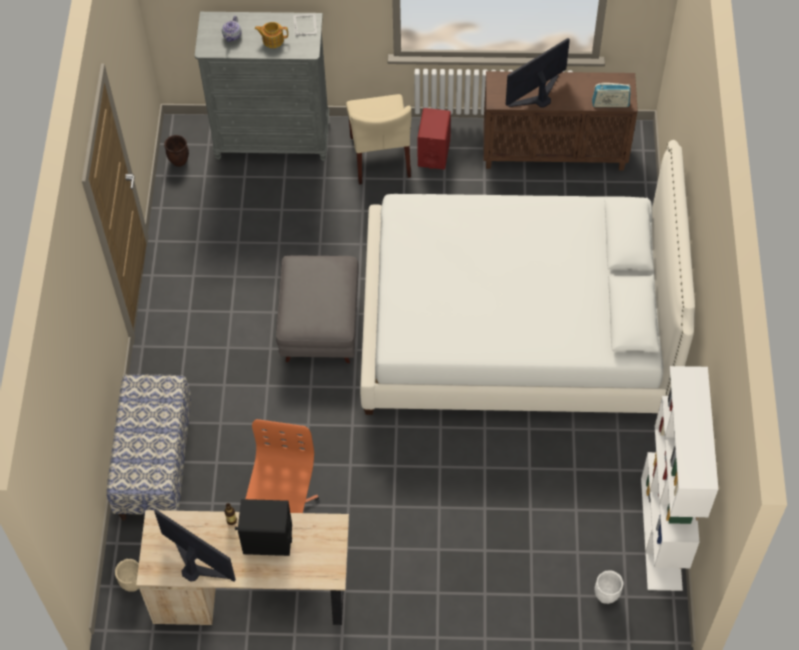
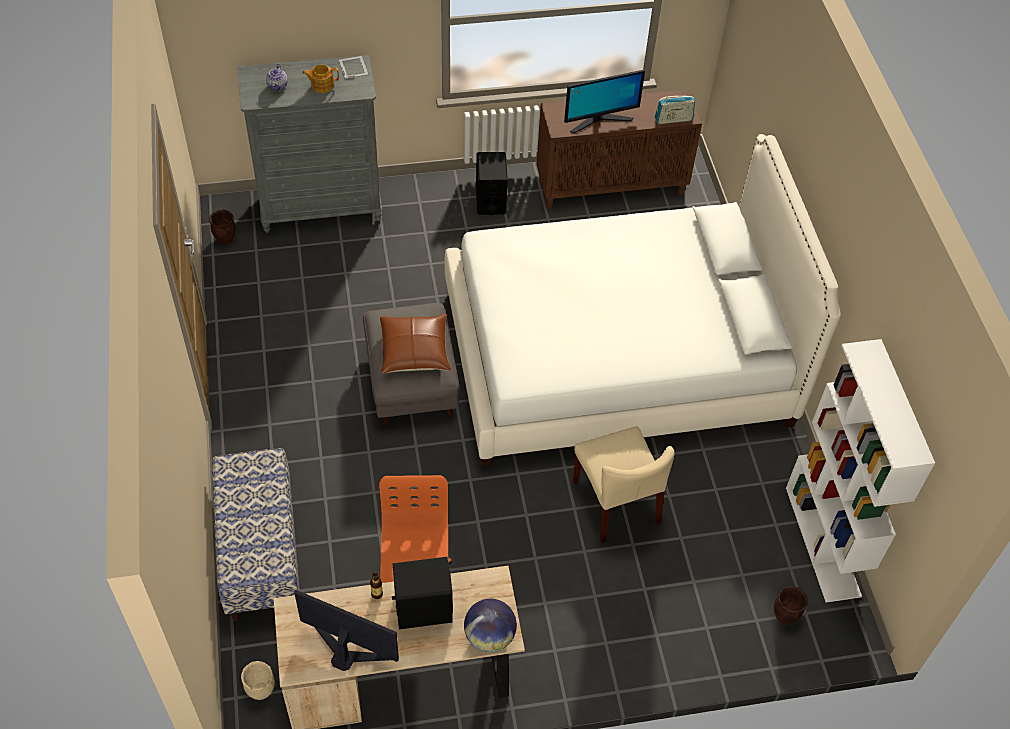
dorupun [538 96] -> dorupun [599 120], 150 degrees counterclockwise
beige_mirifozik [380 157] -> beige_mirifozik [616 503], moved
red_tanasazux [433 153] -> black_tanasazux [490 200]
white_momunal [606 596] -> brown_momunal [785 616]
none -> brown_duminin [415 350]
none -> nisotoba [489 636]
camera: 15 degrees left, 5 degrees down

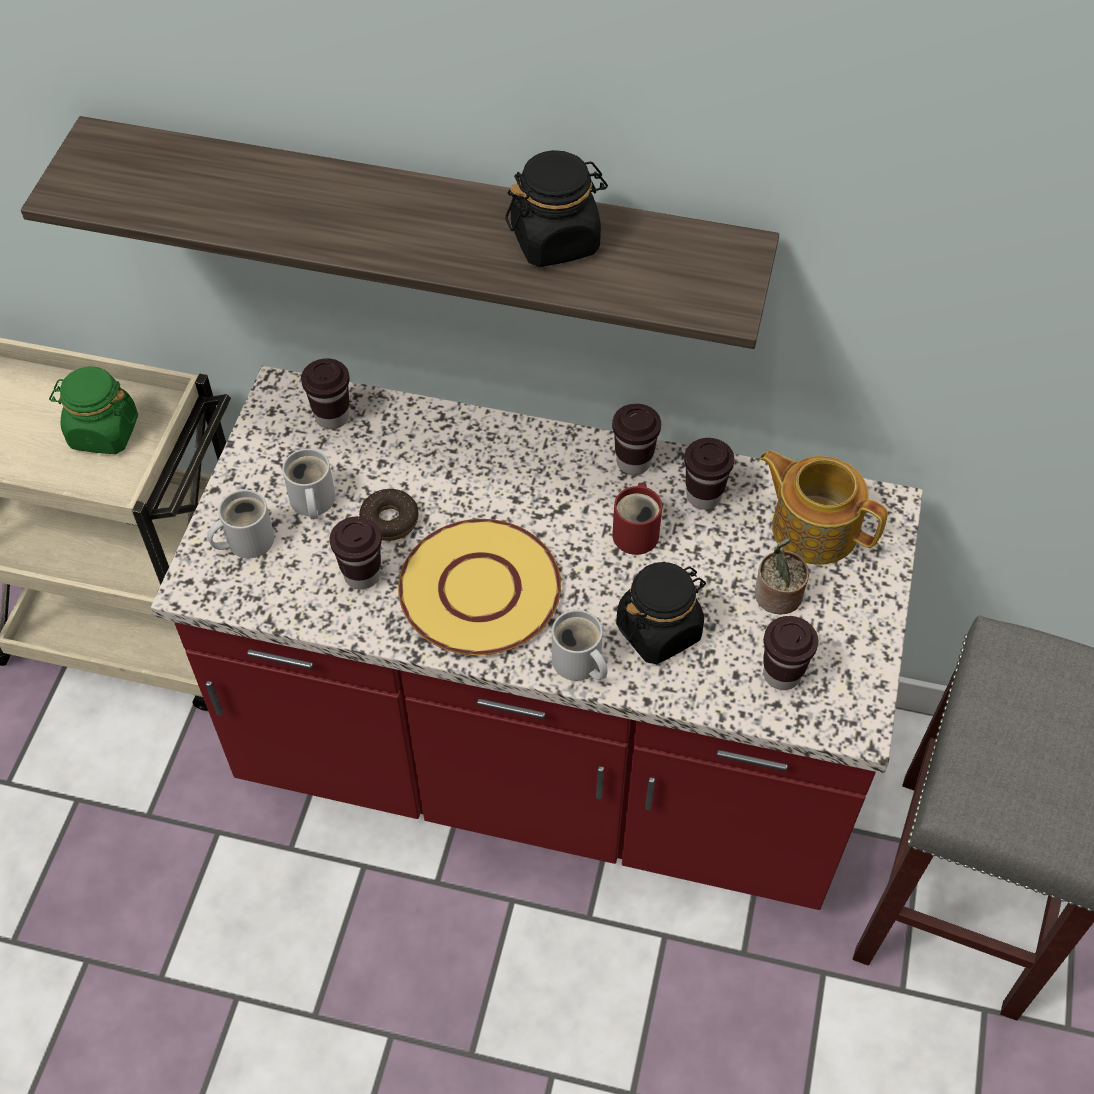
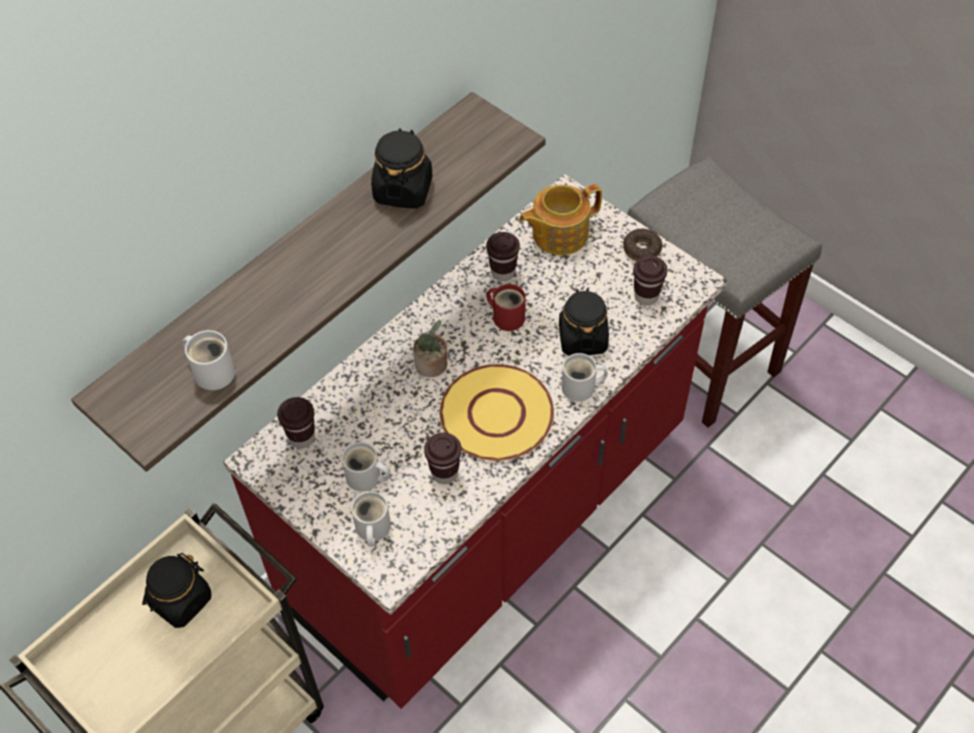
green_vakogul [103 432] -> black_vakogul [180 601]
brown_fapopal [633 462] -> none
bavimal [389 520] -> bavimal [642 249], moved
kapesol [777 597] -> kapesol [432 365], moved
none -> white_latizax [212 370]
camera: 60 degrees left, 0 degrees up

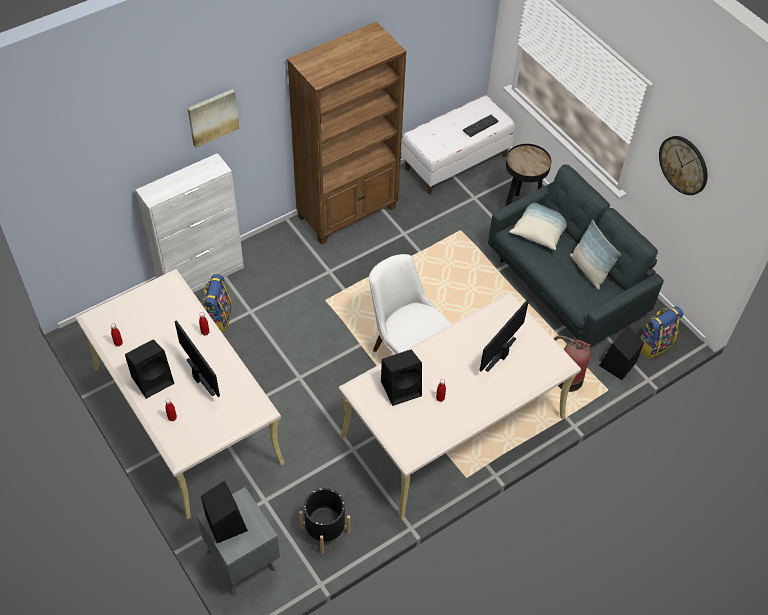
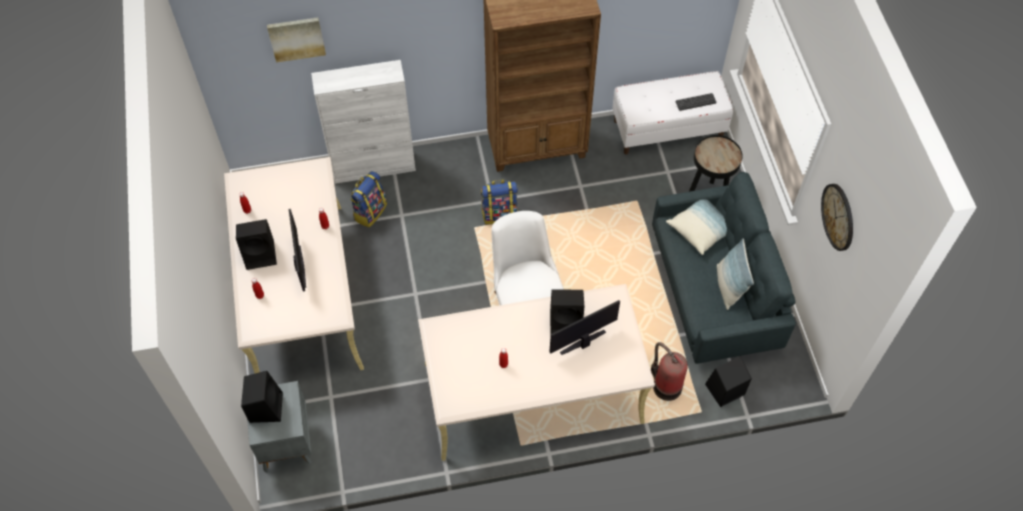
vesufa [212 117] -> vesufa [296 38], moved
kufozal [654 344] -> kufozal [499 214], moved
black_tanasazux [402 388] -> black_tanasazux [567 322], moved
black_momunal [325 530] -> none
camera: 25 degrees right, 5 degrees up

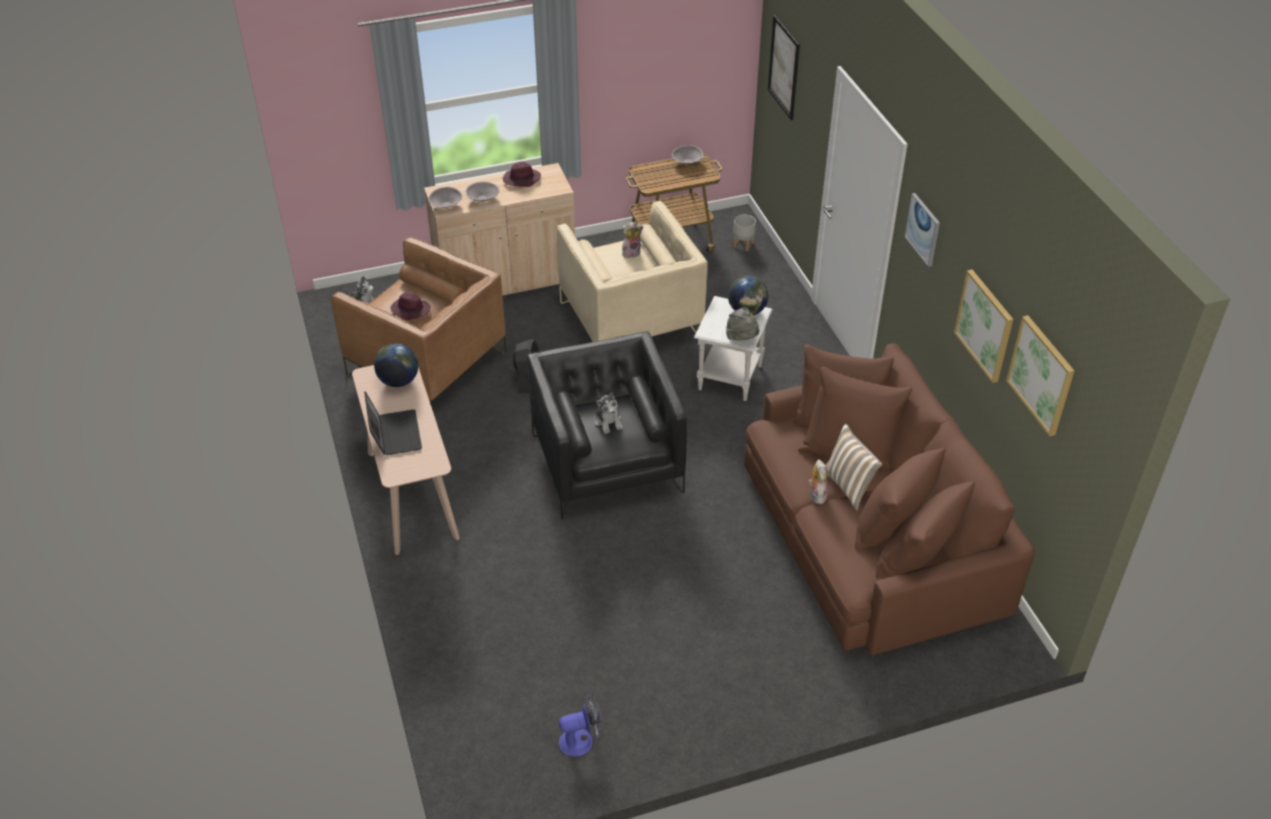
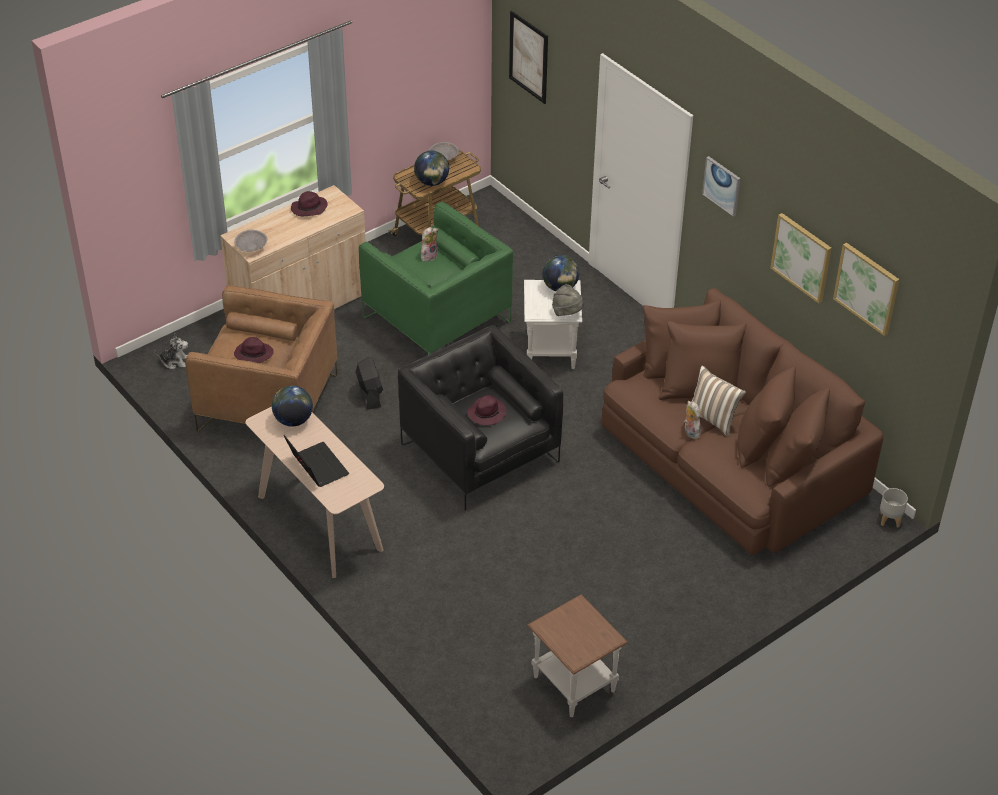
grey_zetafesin [483 198] -> none
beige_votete [631 321] -> green_votete [437 320]
grey_momunal [743 244] -> grey_momunal [890 519], moved
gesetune [608 421] -> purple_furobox [487 413]
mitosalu [582 740] -> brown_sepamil [573 683]
none -> nisotoba [432 182]
camera: 20 degrees left, 0 degrees up

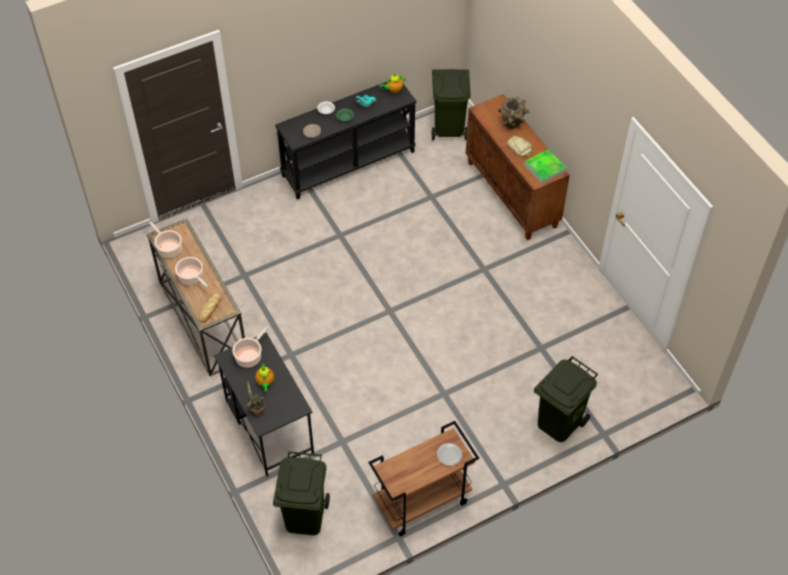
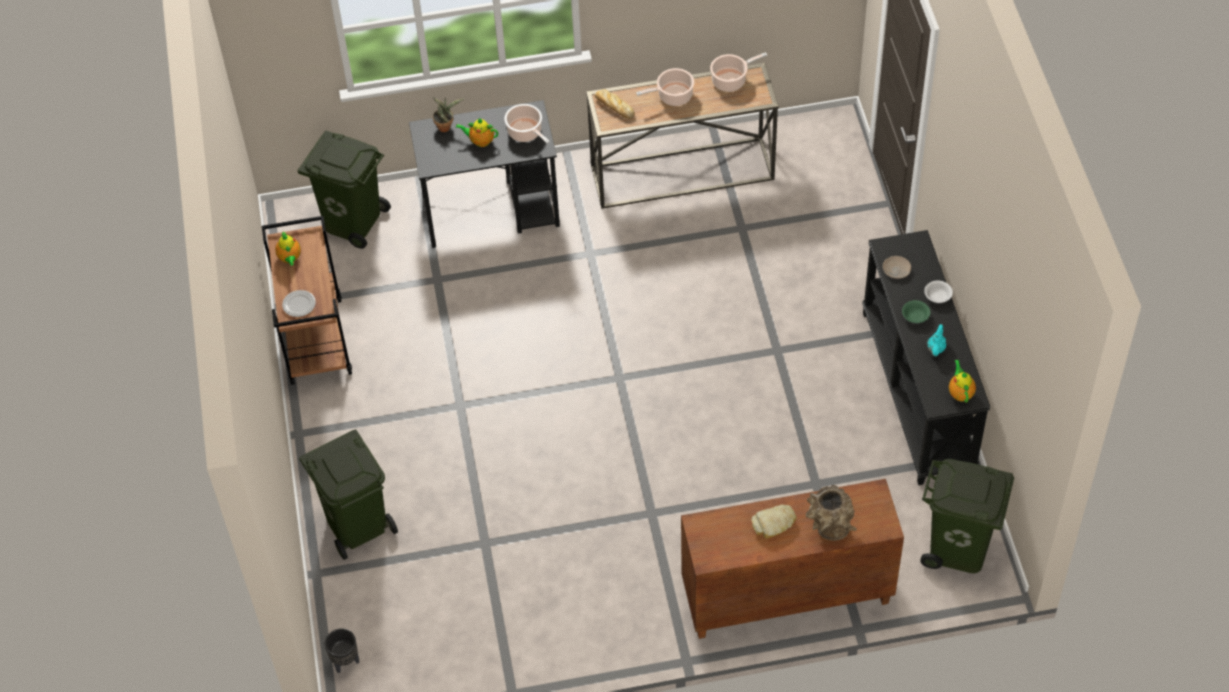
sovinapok [544 168] -> none
none -> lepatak [290 258]
none -> black_momunal [346 662]
camera: 110 degrees right, 0 degrees up

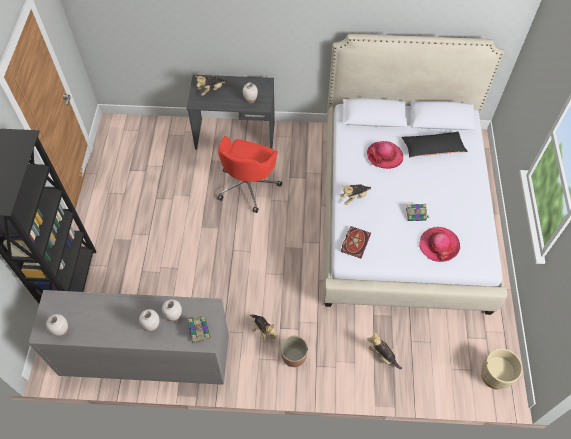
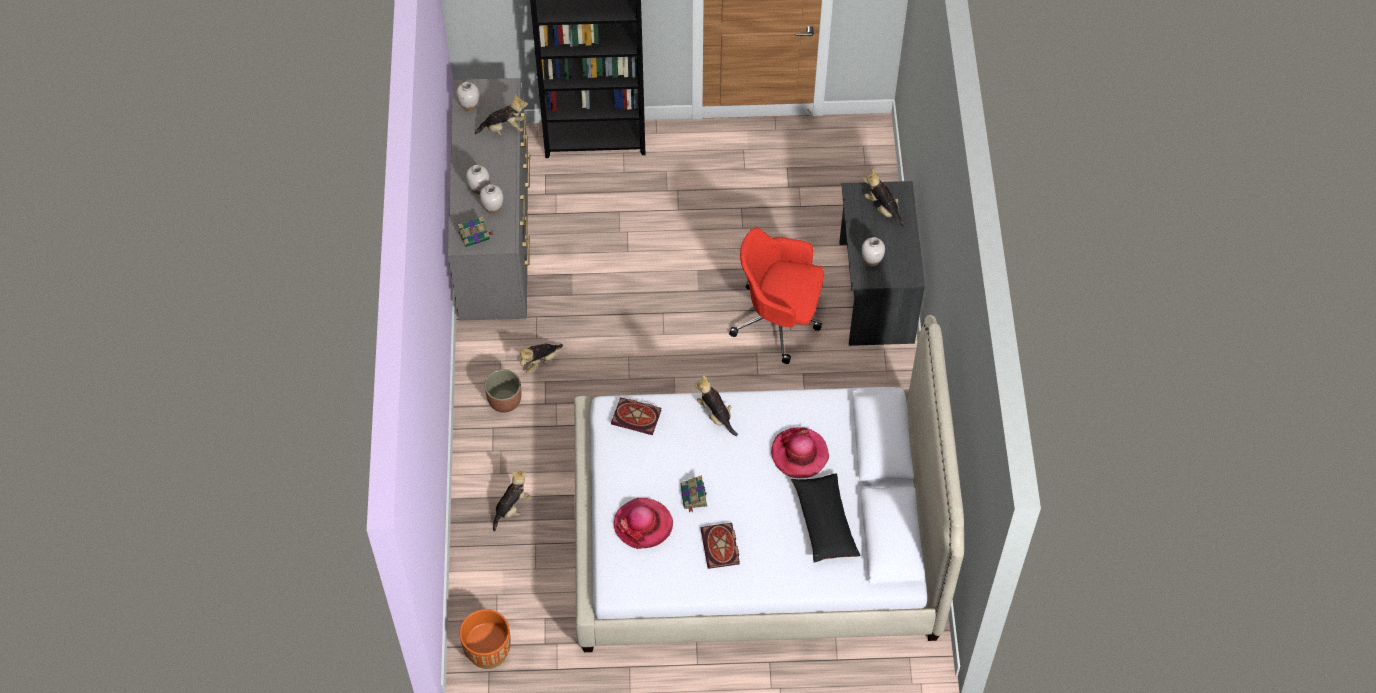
beige_momunal [495 376] -> orange_momunal [488 651]
none -> gesetune [504 129]
none -> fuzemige [721 547]
camera: 85 degrees right, 0 degrees up

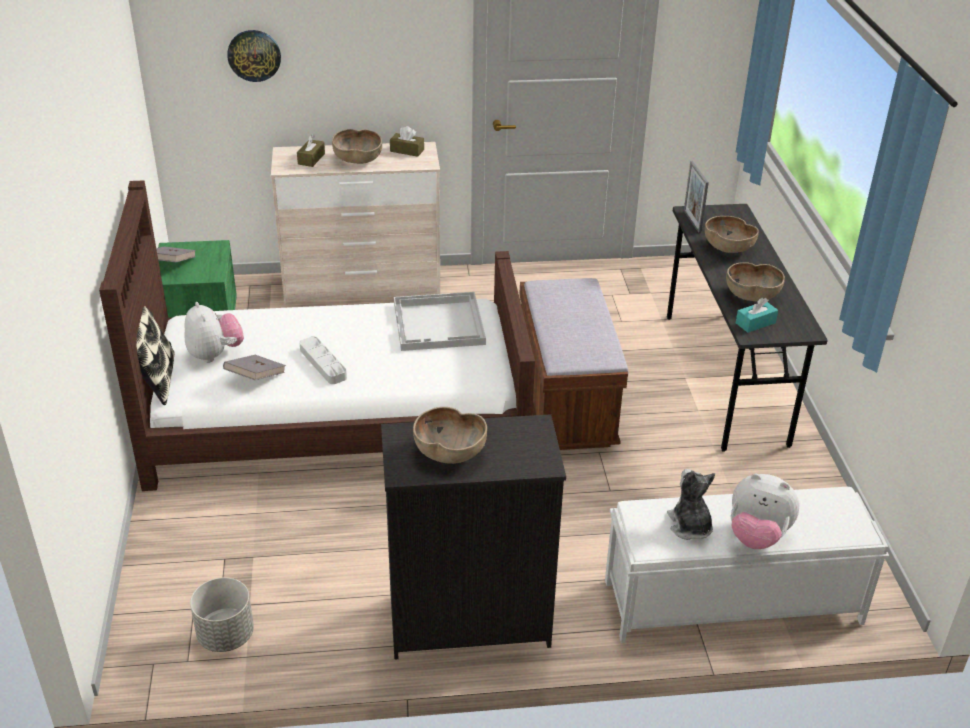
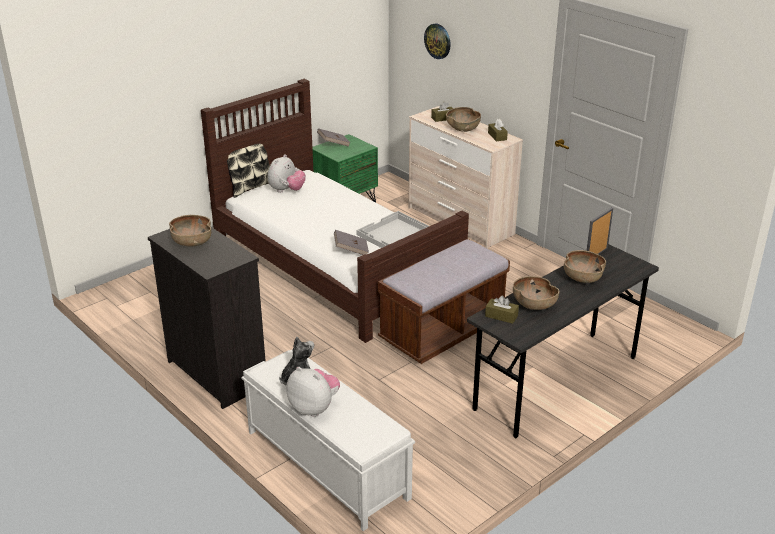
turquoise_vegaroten [755 323] -> brown_vegaroten [501 316]
grey_sovinapok [323 363] -> none
grey_fuzemige [255 378] -> grey_fuzemige [351 250], moved
gesetune [757 536] -> gesetune [314 408], 135 degrees clockwise
grey_momunal [226 636] -> none
camera: 55 degrees right, 5 degrees down

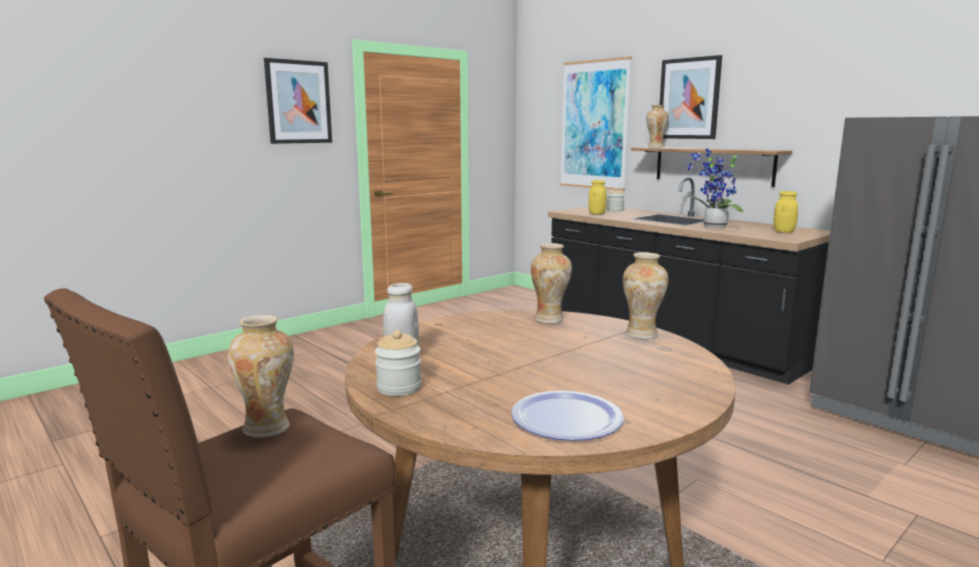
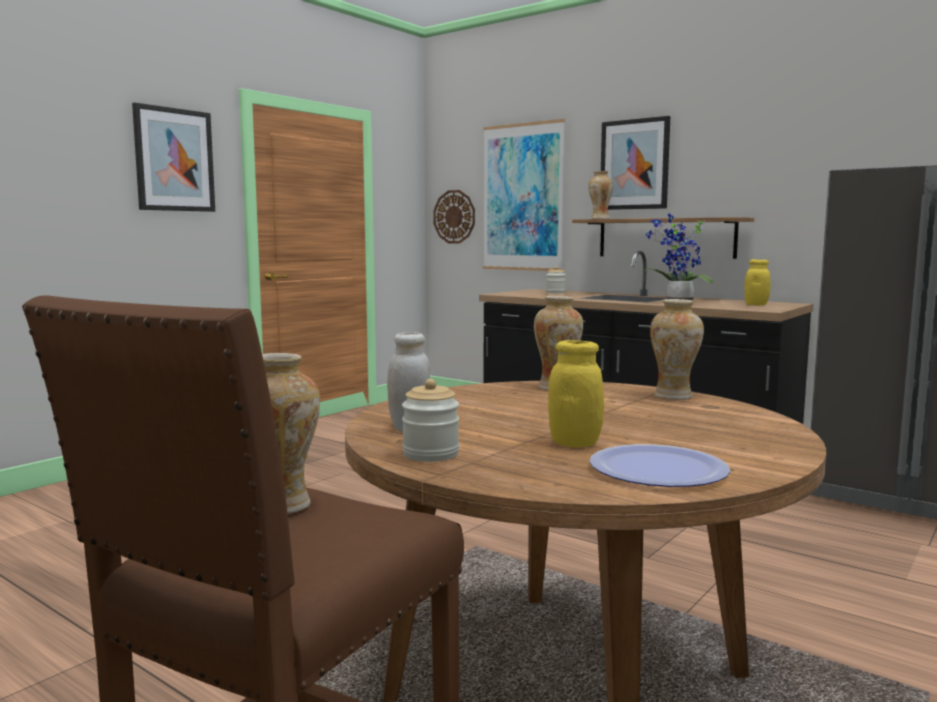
yellow_vakogul [596 214] -> yellow_vakogul [574 443], moved
none -> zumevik [454 217]
camera: 10 degrees left, 5 degrees down

